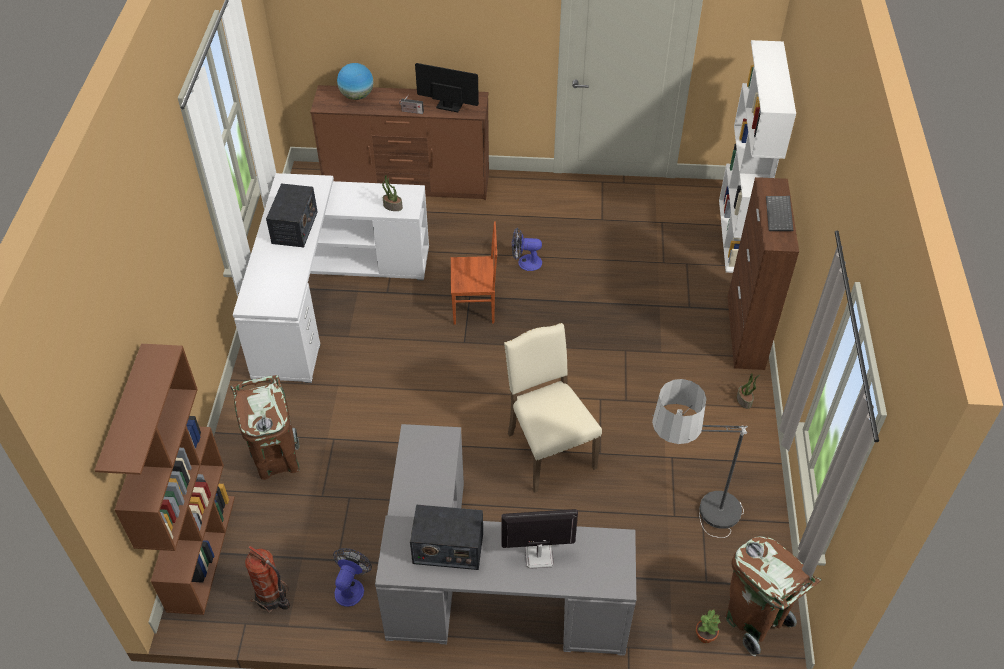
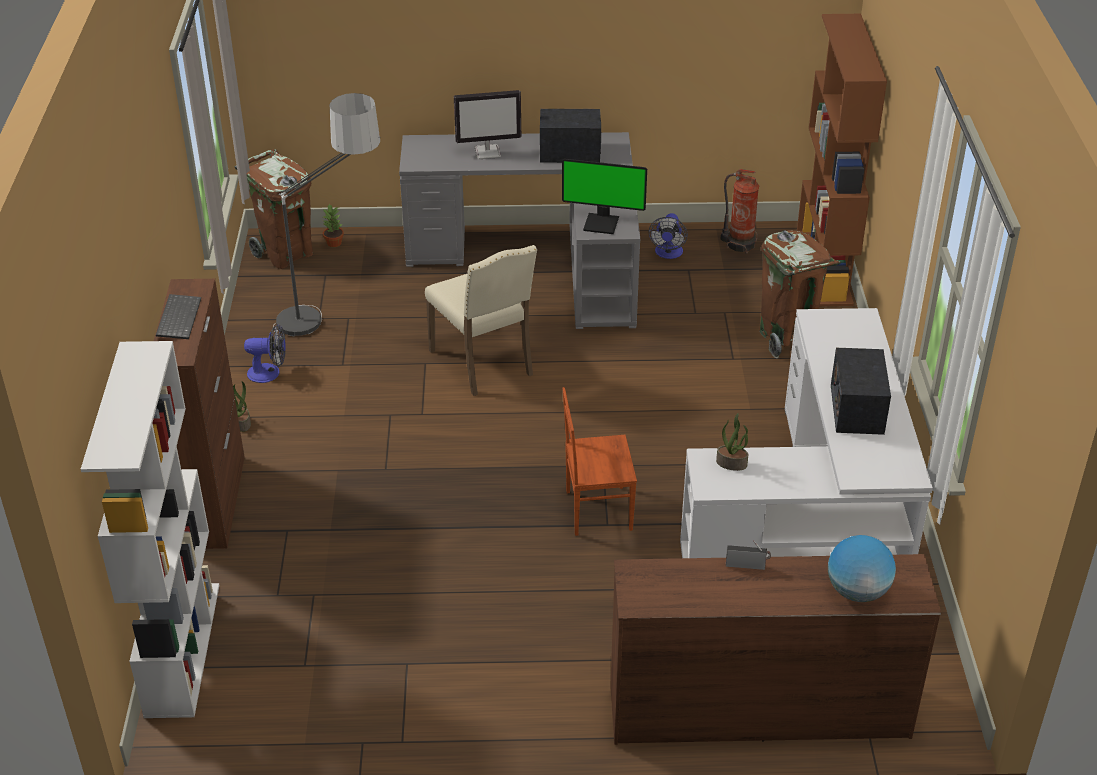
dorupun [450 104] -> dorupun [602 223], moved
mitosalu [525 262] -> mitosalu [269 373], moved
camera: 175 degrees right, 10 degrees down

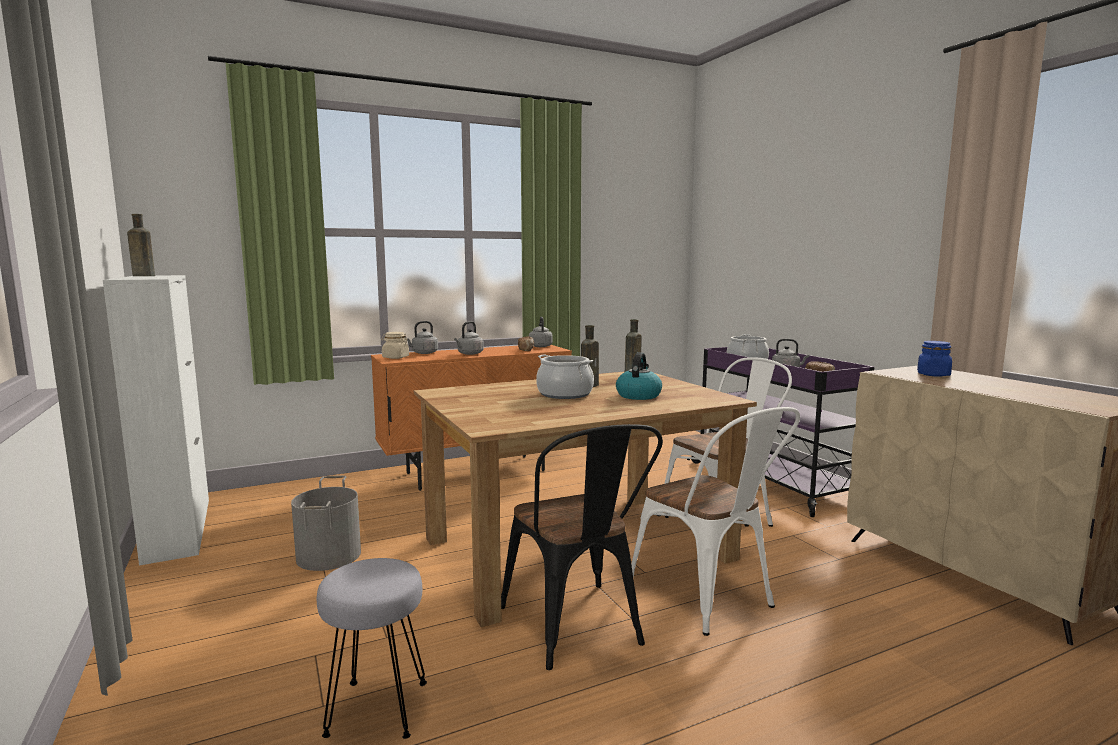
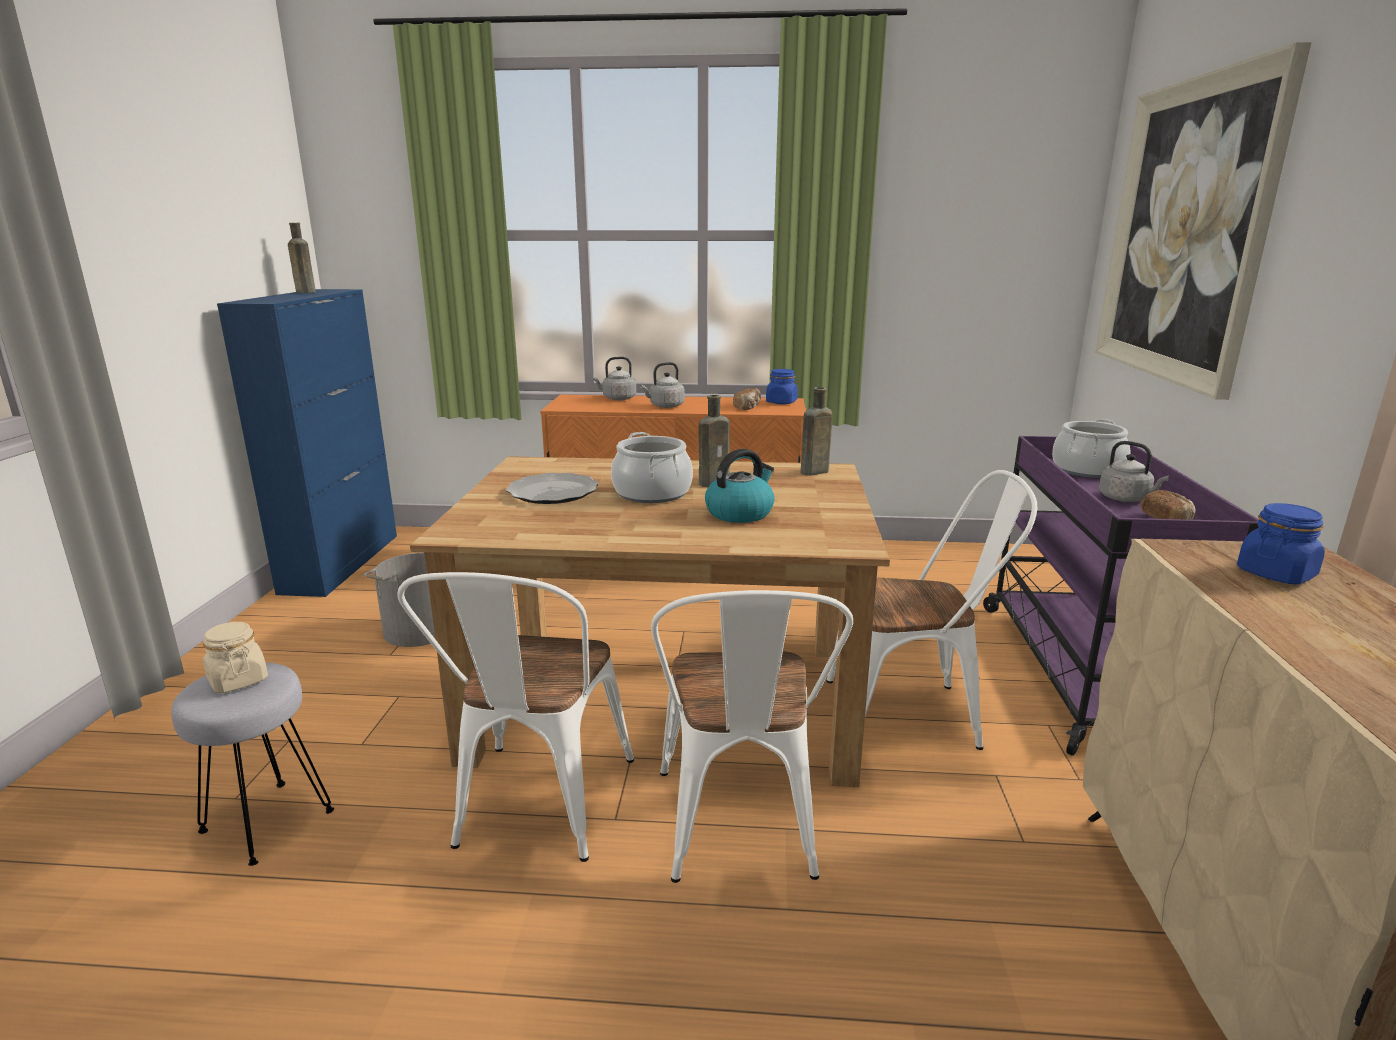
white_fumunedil [178 528] -> blue_fumunedil [342 562]
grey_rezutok [540 346] -> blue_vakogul [781 402]
beige_vakogul [395 357] -> beige_vakogul [238 680], moved
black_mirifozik [577 630] -> white_mirifozik [537 810]
none -> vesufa [1185 232]
none -> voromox [552 492]
camera: 30 degrees right, 10 degrees up

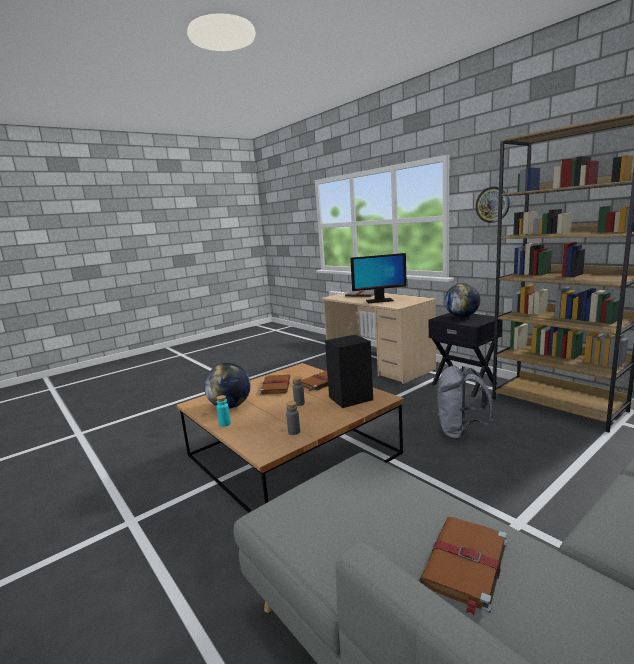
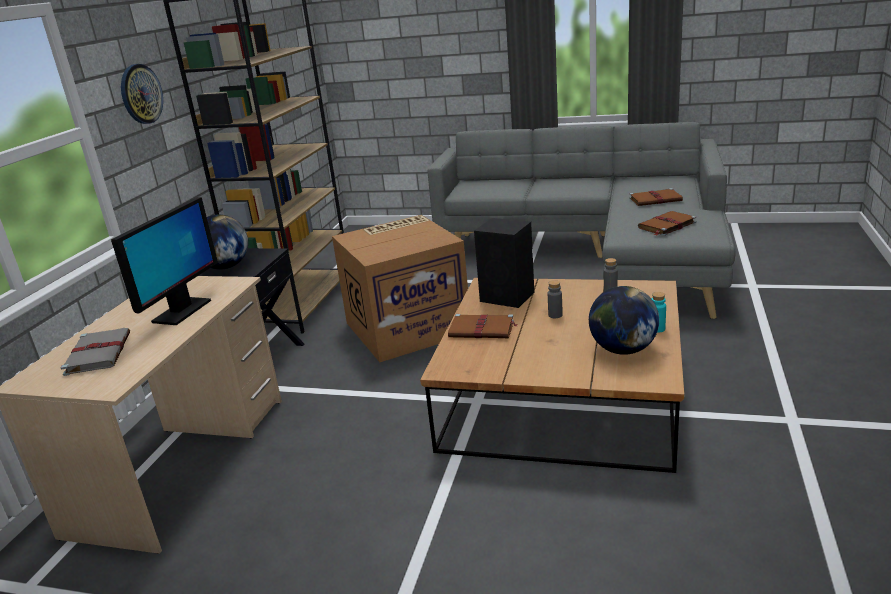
dorupun [379 301] -> dorupun [181 312], 60 degrees clockwise
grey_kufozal [461 432] -> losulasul [408 327]
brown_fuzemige [276 386] -> brown_fuzemige [666 225], moved
camera: 125 degrees left, 10 degrees up

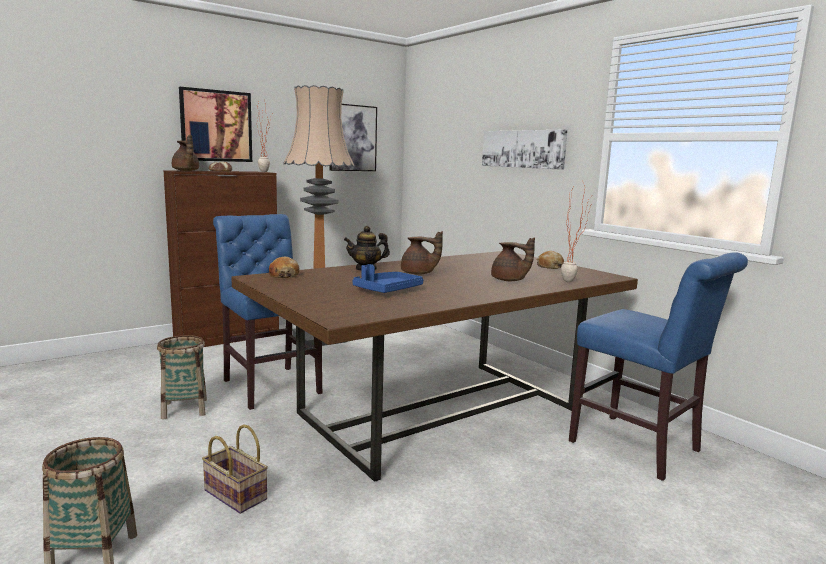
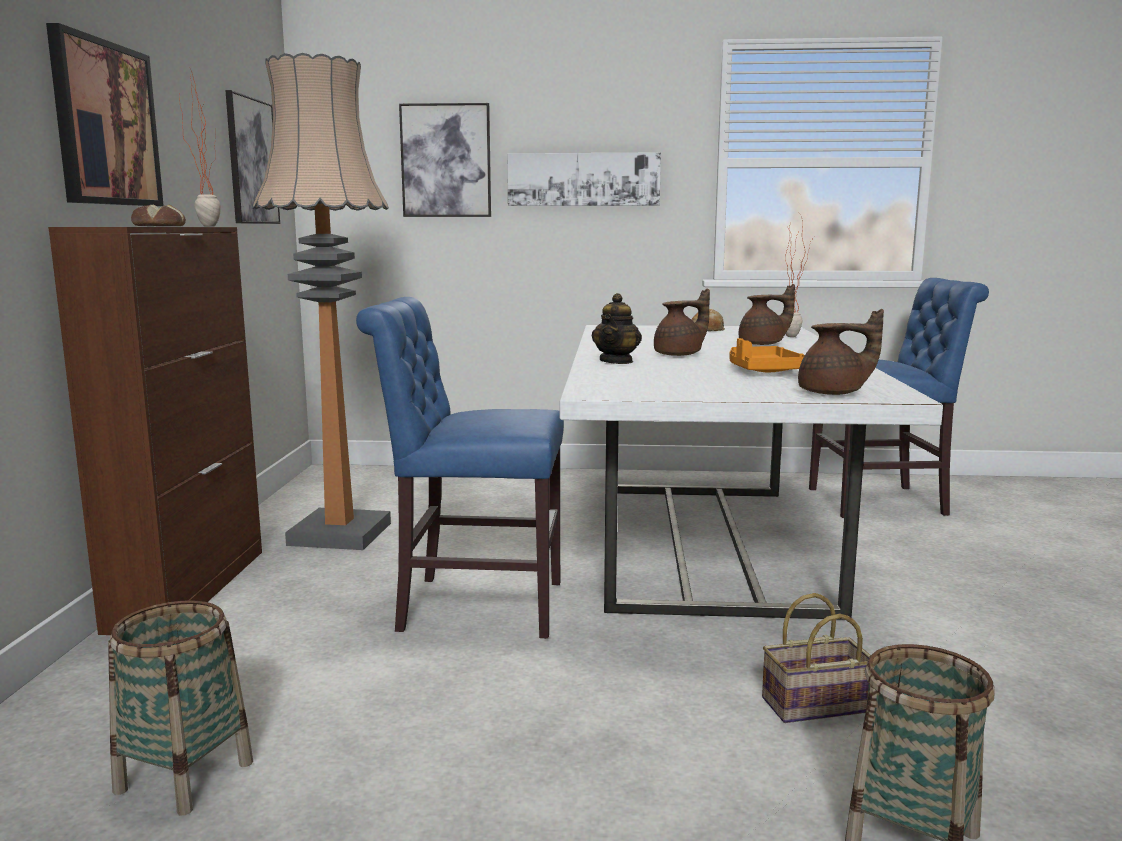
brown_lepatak [186 170] -> brown_lepatak [834 393], moved
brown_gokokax [437 412] -> white_gokokax [706 544]
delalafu [284 275] -> none
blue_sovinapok [387 290] -> orange_sovinapok [762 371]
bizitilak [184 409] -> bizitilak [184 776], moved
none -> vesufa [446 161]
camera: 50 degrees left, 0 degrees up

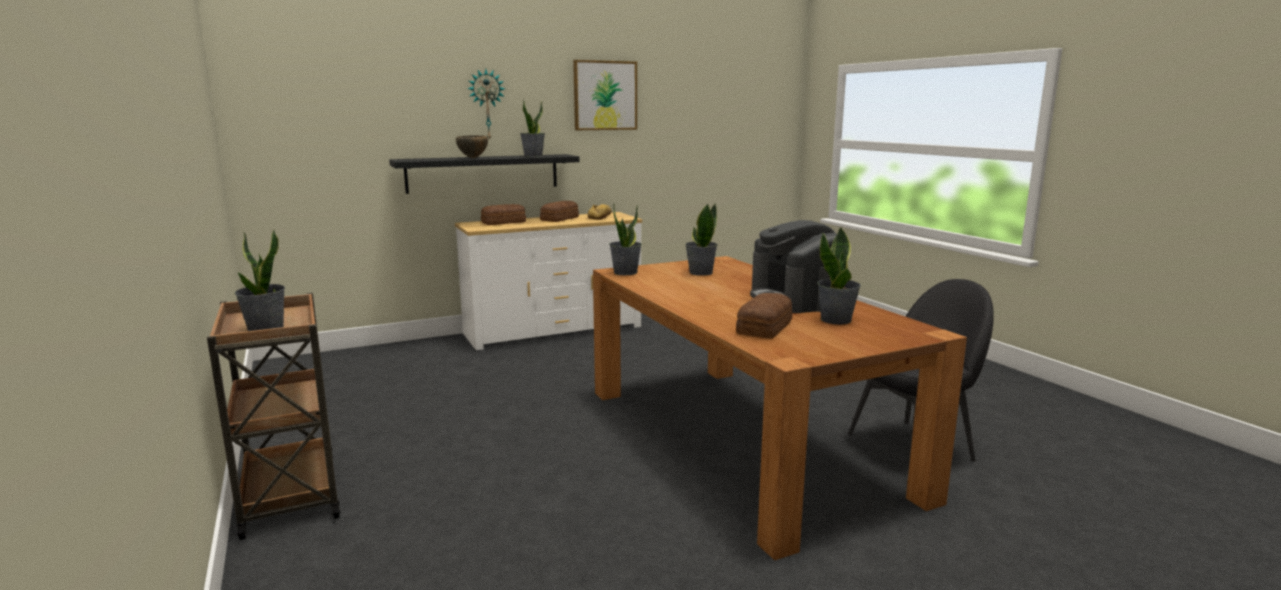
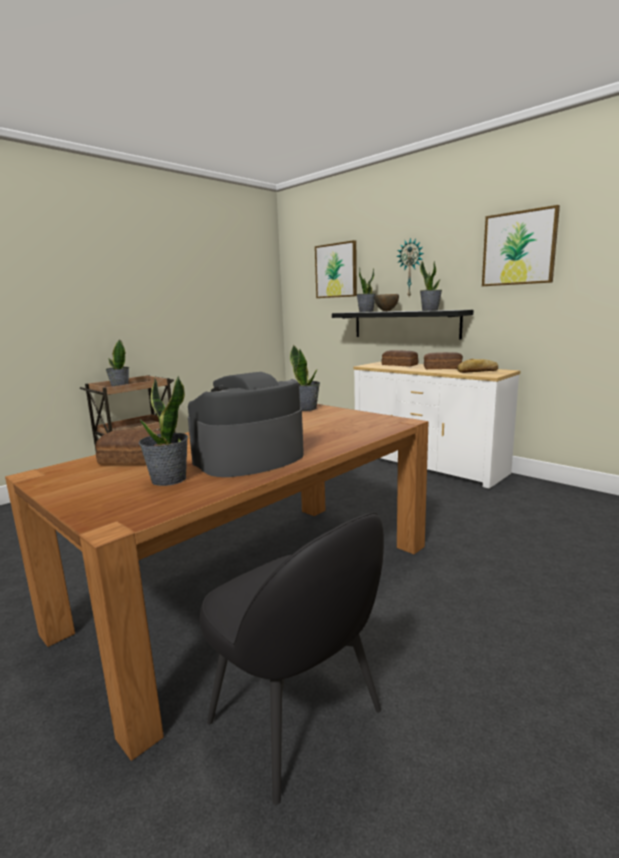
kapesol [700 272] -> kapesol [366 312], moved
none -> vesufa [336 270]
camera: 70 degrees right, 0 degrees up

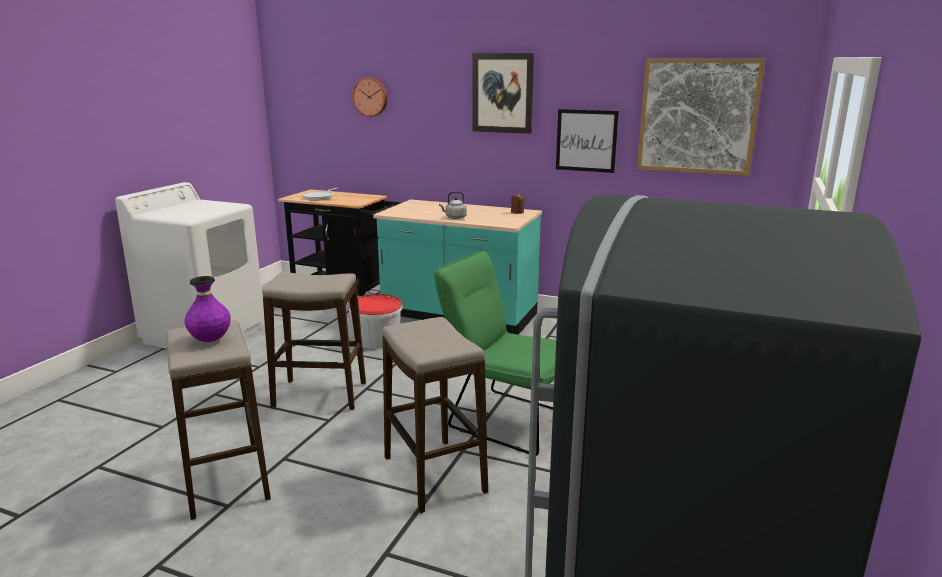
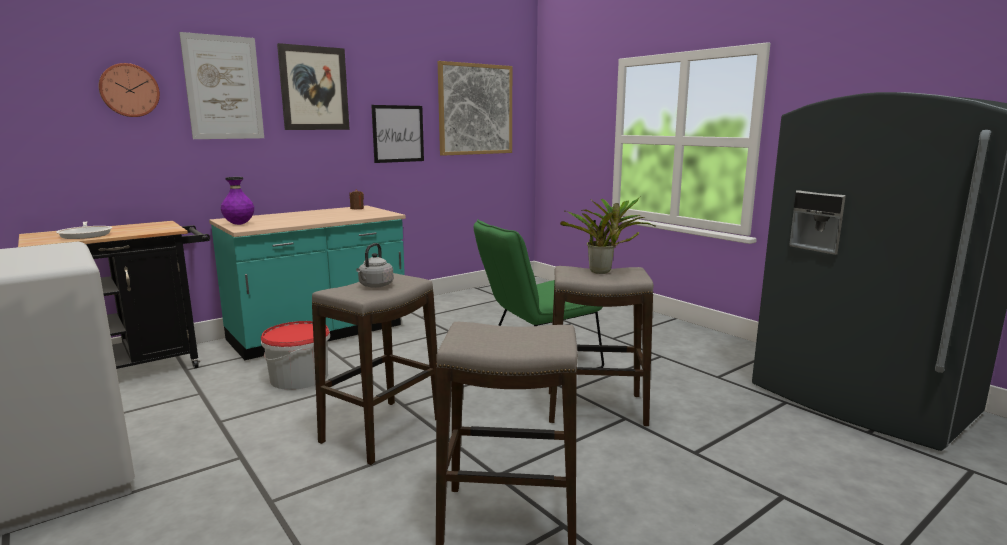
grey_rezutok [454 217] -> grey_rezutok [375 286], moved
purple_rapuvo [210 340] -> purple_rapuvo [239 224], moved
none -> vesufa [223 88]
none -> kapesol [603 272]
camera: 60 degrees left, 5 degrees down

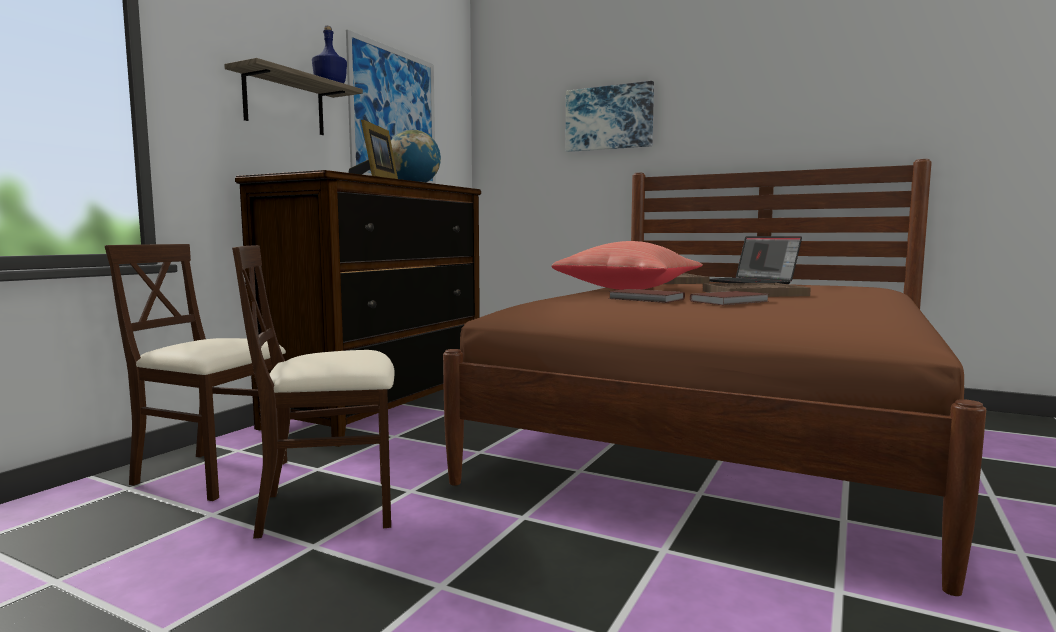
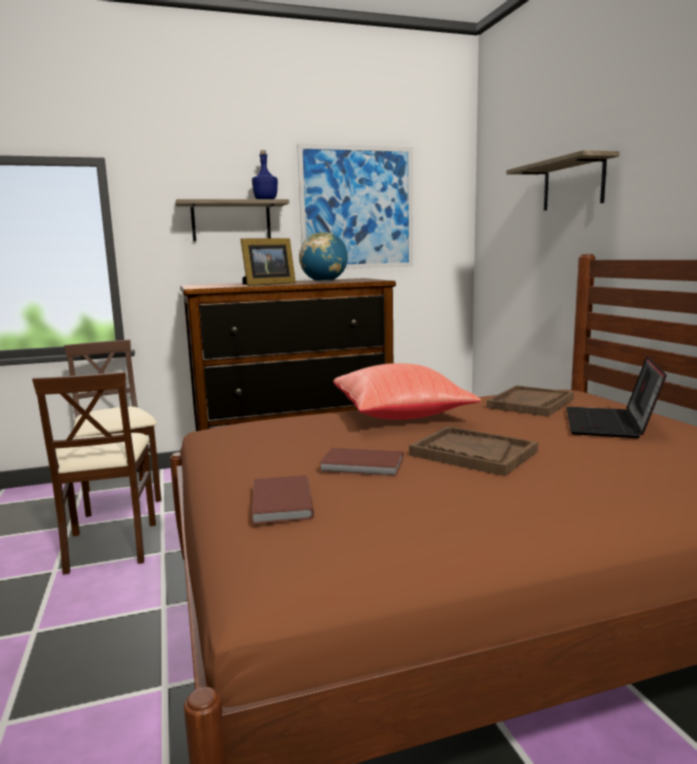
vesufa [609 118] -> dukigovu [573 184]
beige_mirifozik [330 507] -> beige_mirifozik [110 546], 135 degrees counterclockwise
brown_fuzemige [646 299] -> brown_fuzemige [279 503], moved
camera: 45 degrees right, 5 degrees up

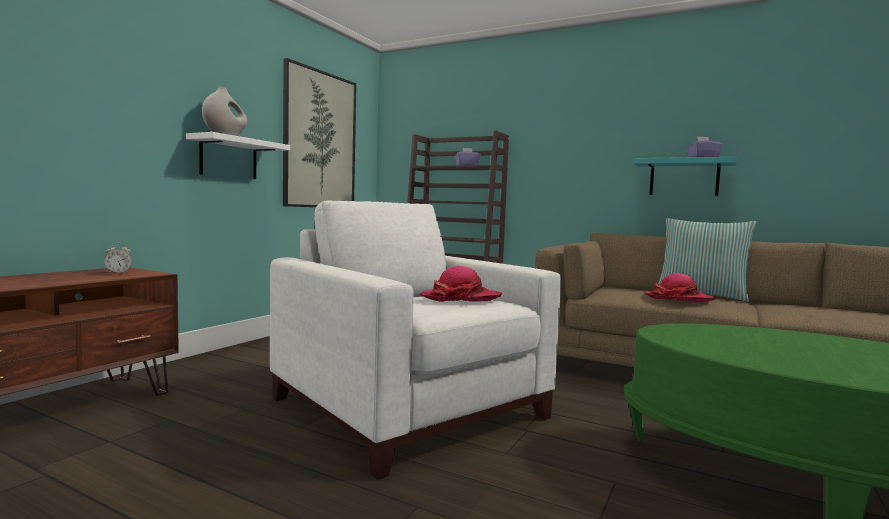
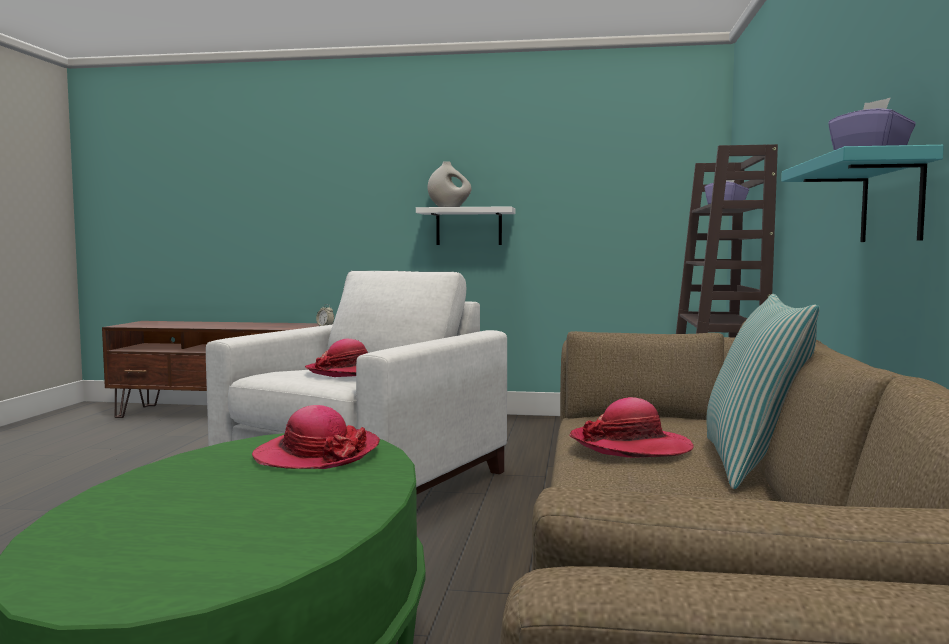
vesufa [320 140] -> none
none -> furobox [316 454]
camera: 70 degrees right, 0 degrees up

